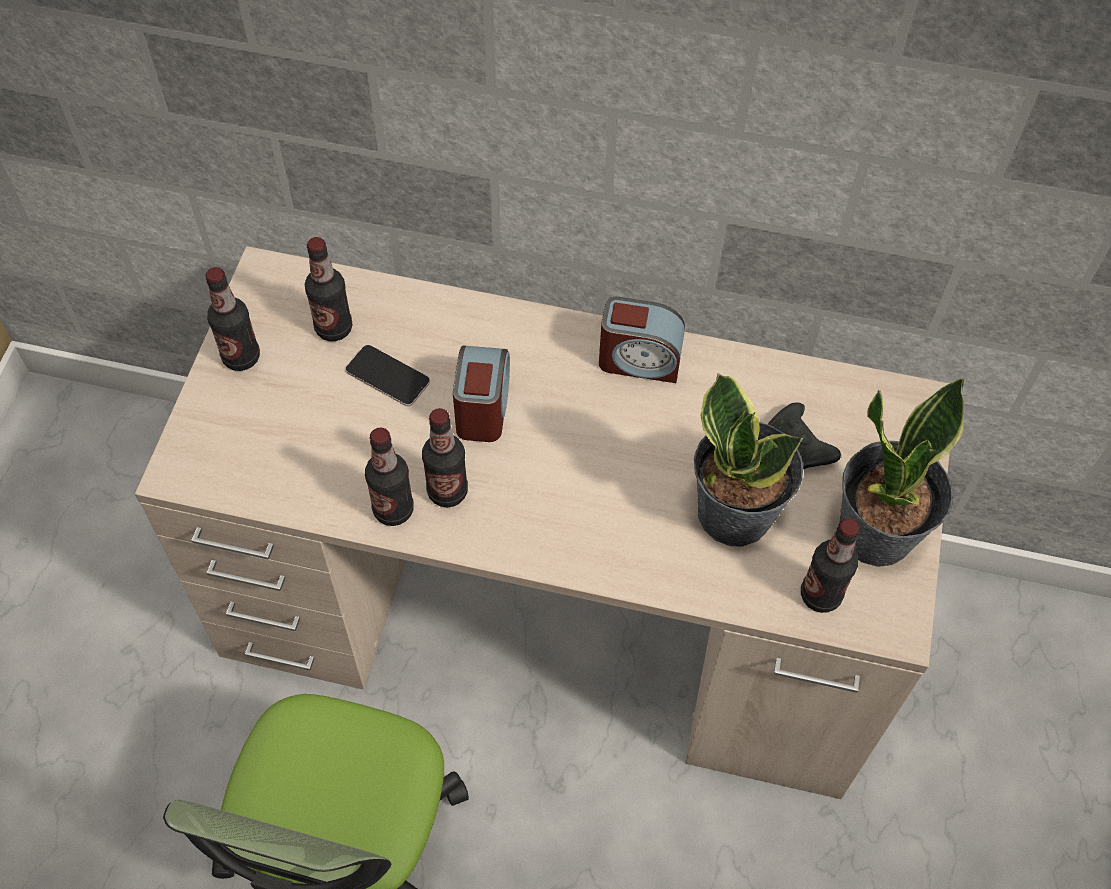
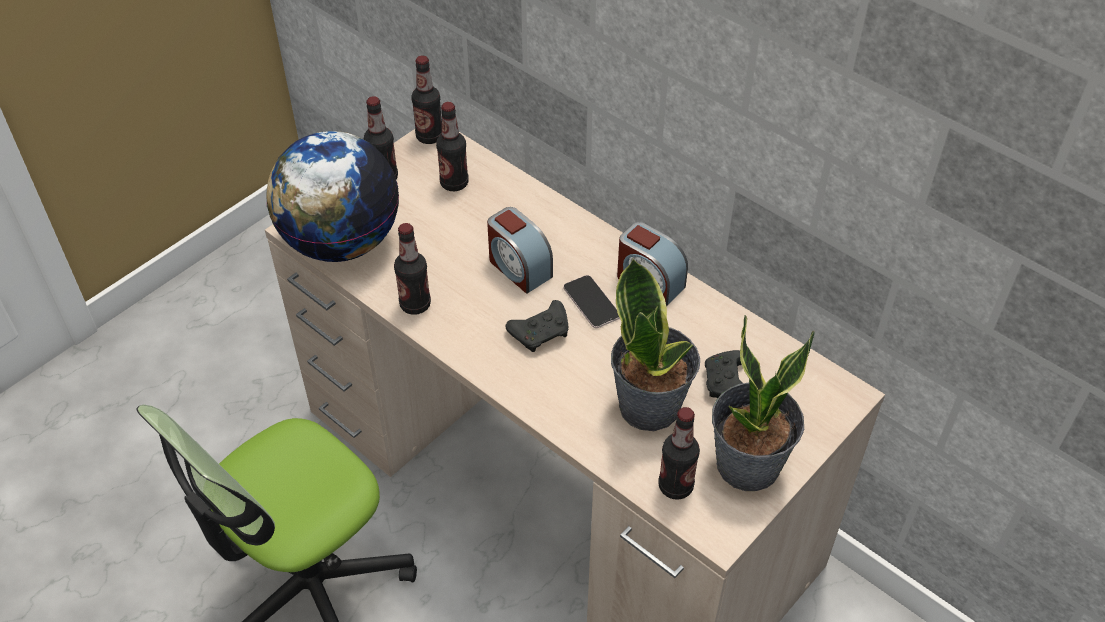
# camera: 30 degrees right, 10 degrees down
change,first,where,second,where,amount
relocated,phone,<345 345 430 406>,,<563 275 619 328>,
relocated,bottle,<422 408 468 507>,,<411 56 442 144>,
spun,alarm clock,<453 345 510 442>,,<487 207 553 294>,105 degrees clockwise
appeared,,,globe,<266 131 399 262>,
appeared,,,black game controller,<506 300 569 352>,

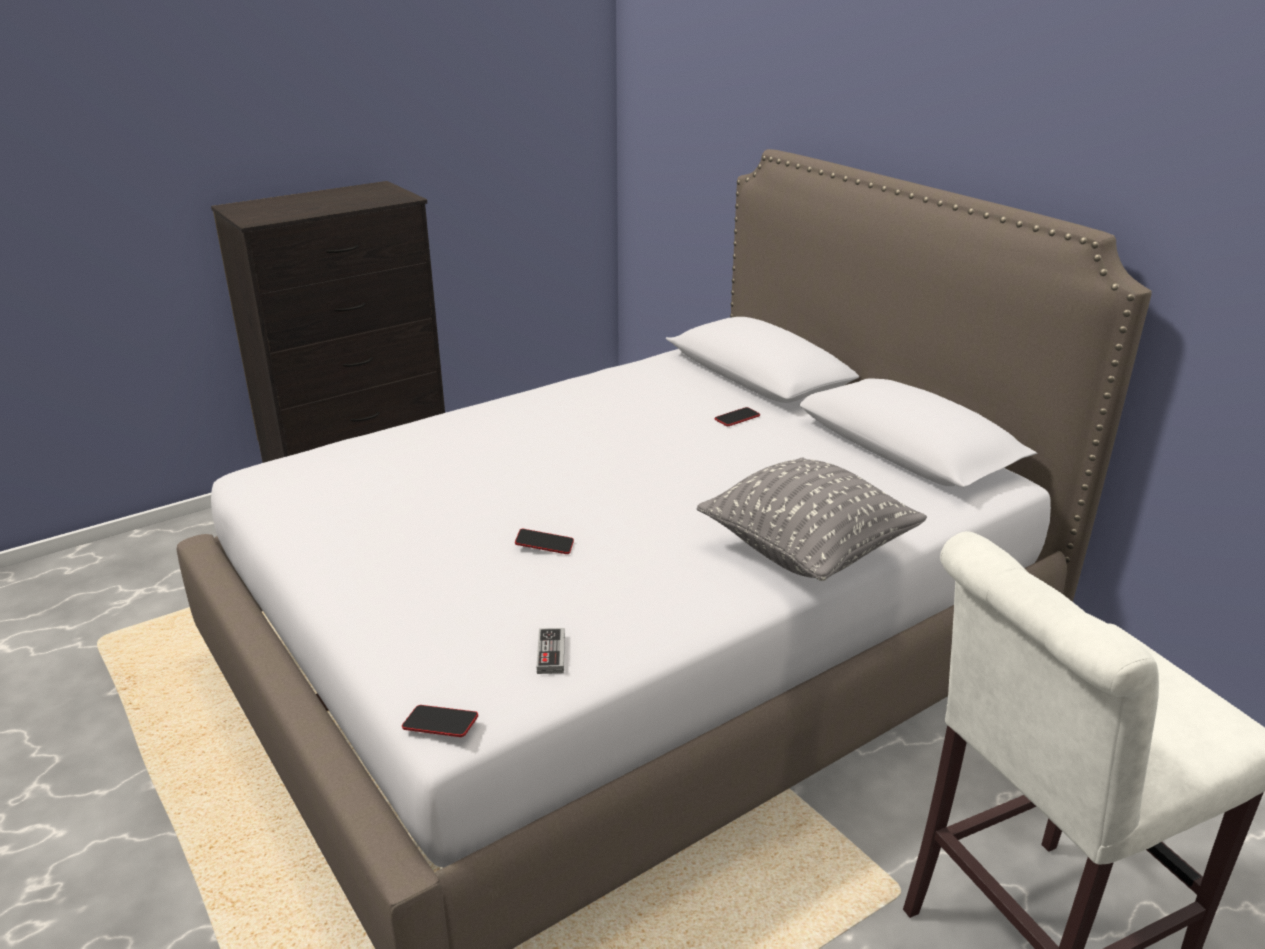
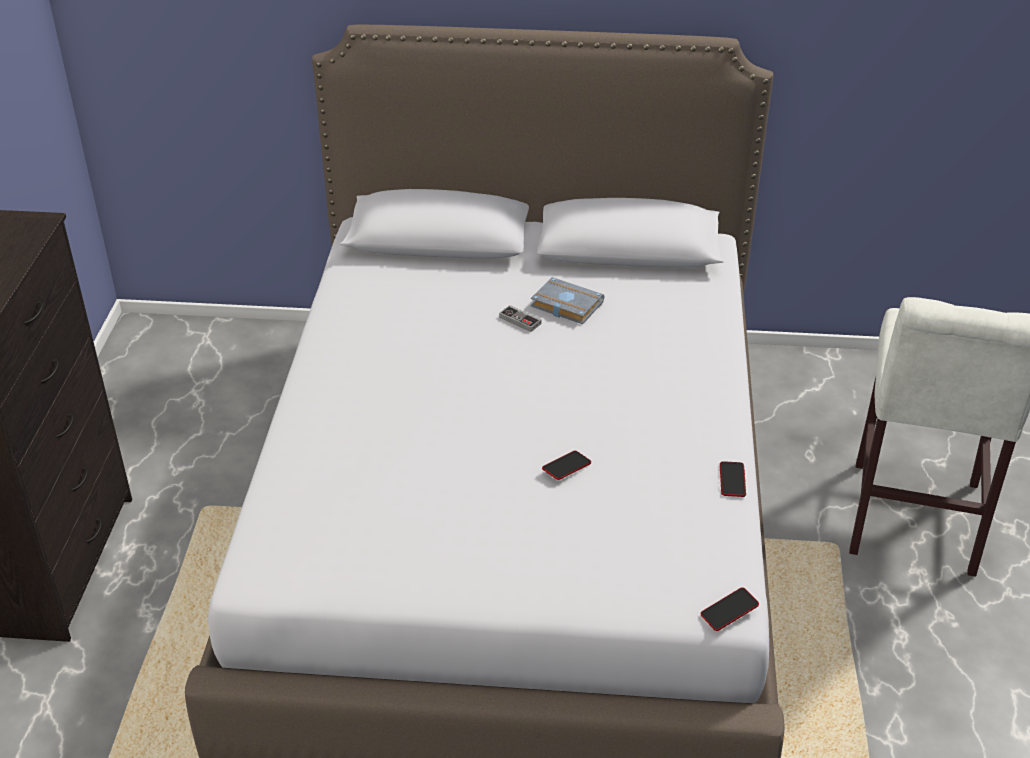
# camera: 50 degrees left, 10 degrees up
change,first,where,second,where,amount
relocated,game controller,<537 628 565 674>,,<499 305 541 332>,
missing,grey pillow,<697 458 927 581>,,,
relocated,phone,<715 407 760 426>,,<720 461 746 497>,
appeared,,,grey book,<531 277 604 324>,

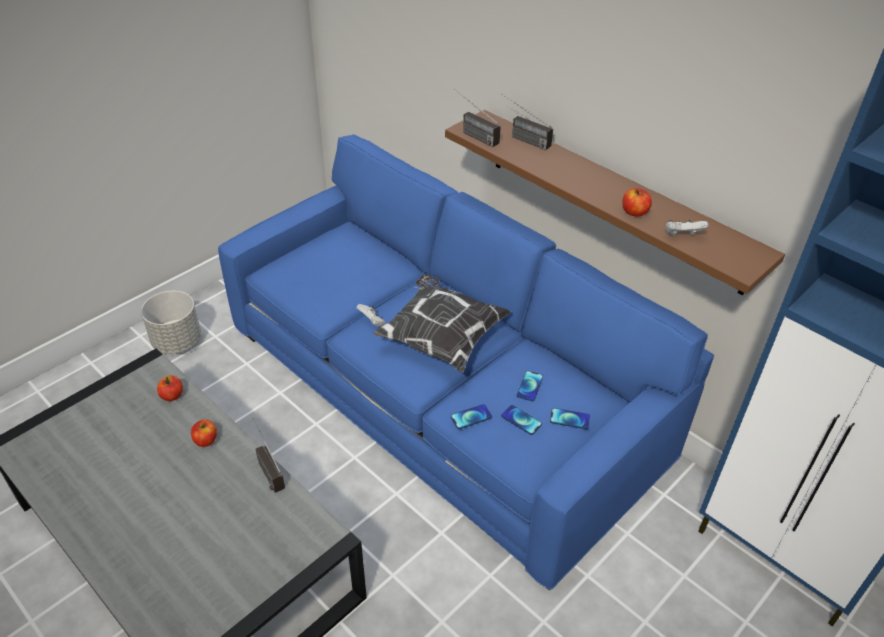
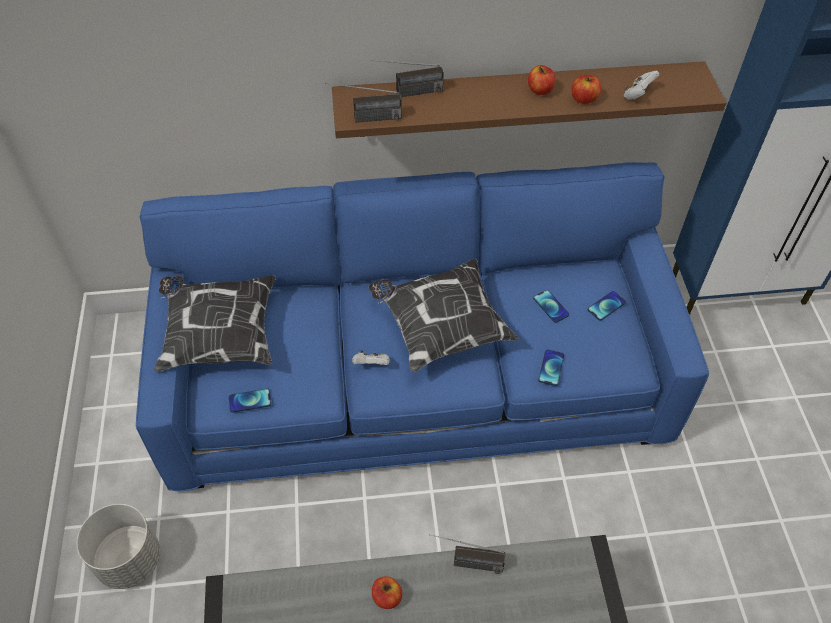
# camera: 50 degrees left, 10 degrees up
change,first,where,second,where,amount
relocated,apple,<157 375 183 401>,,<528 65 556 95>,
relocated,phone,<501 405 542 435>,,<229 388 271 413>,
appeared,,,pillow,<154 275 276 372>,

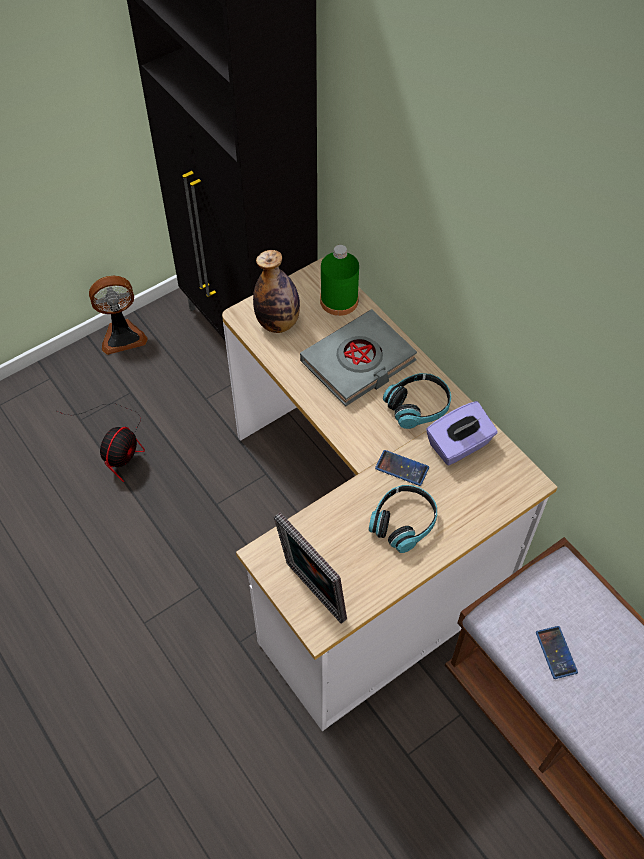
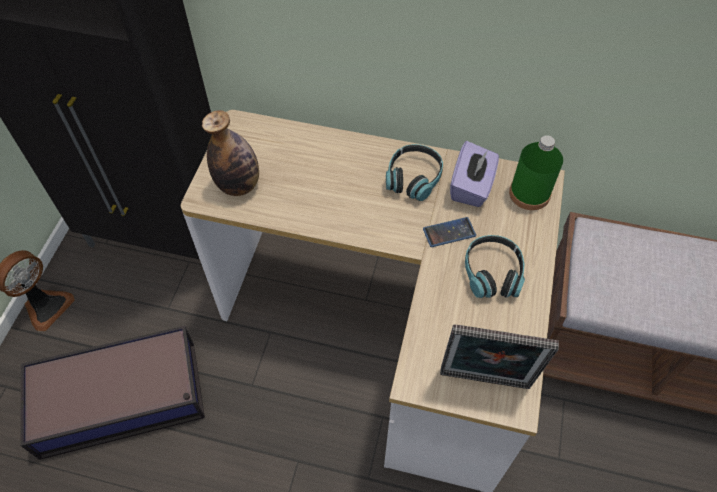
# camera: 40 degrees left, 0 degrees up
change,first,where,second,where,amount
exchanged,fan,<55 403 145 482>,storage box,<20 326 205 460>,
missing,grey book,<300 309 417 406>,,,
relocated,green bottle,<320 245 359 316>,,<509 135 563 210>,
missing,phone,<536 626 578 679>,,,

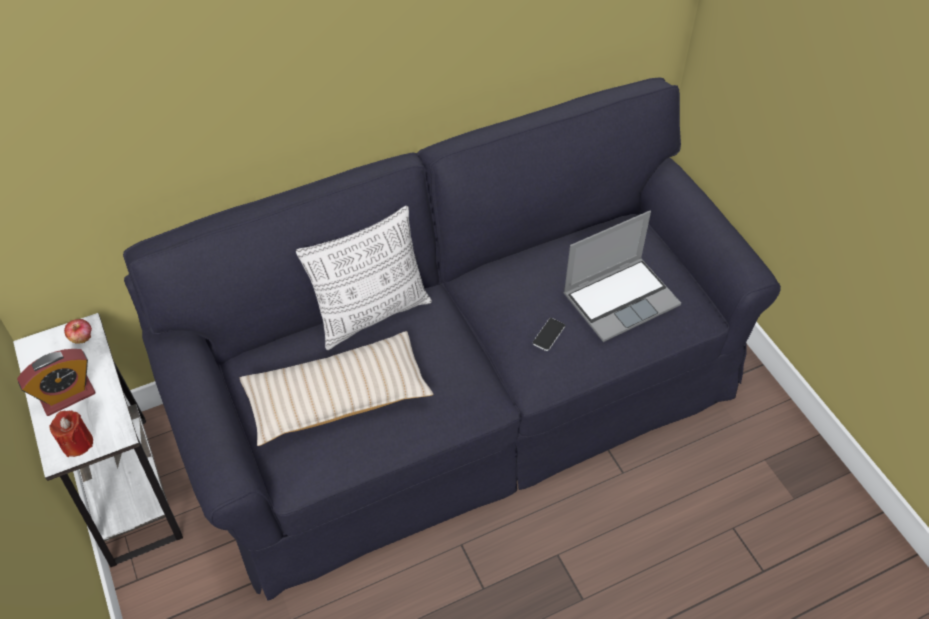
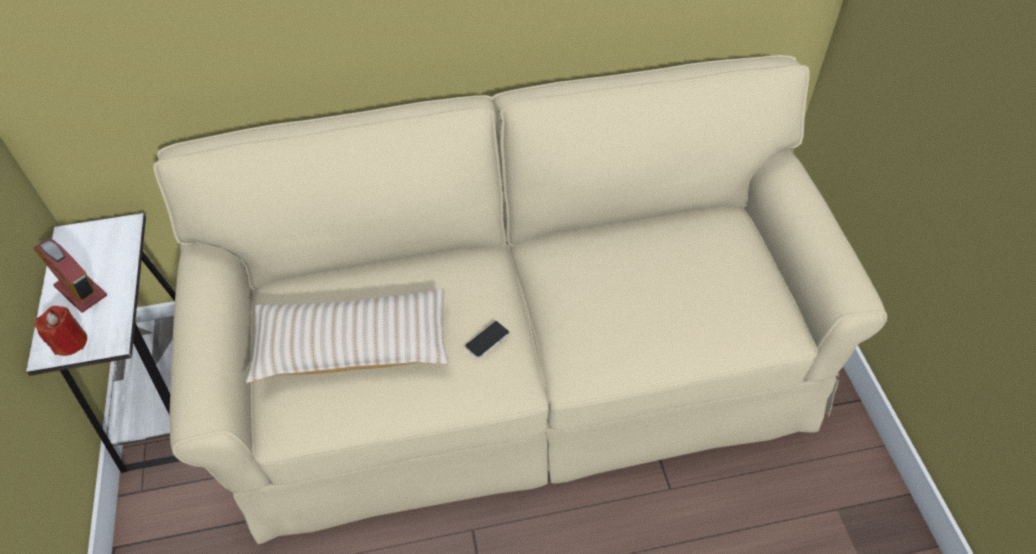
# camera: 15 degrees right, 0 degrees up
change,first,where,second,where,amount
spun,alarm clock,<17 349 96 416>,,<33 238 107 312>,60 degrees clockwise
missing,apple,<64 319 92 344>,,,
colour,black sofa,<123 77 781 601>,beige sofa,<153 55 887 544>,
missing,pillow,<296 206 432 350>,,,
relocated,phone,<533 318 565 351>,,<465 321 509 358>,
missing,laptop,<563 211 681 342>,,,

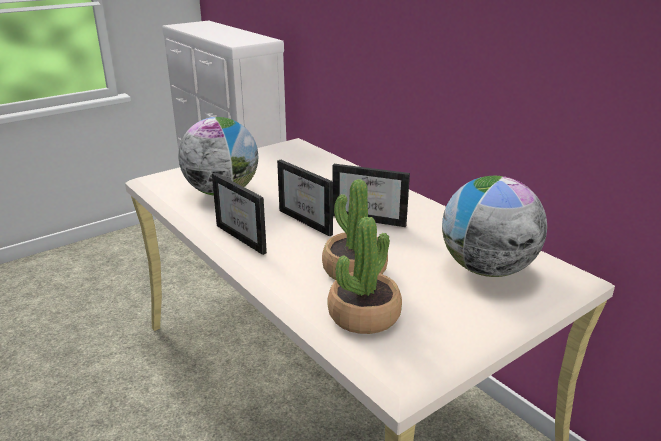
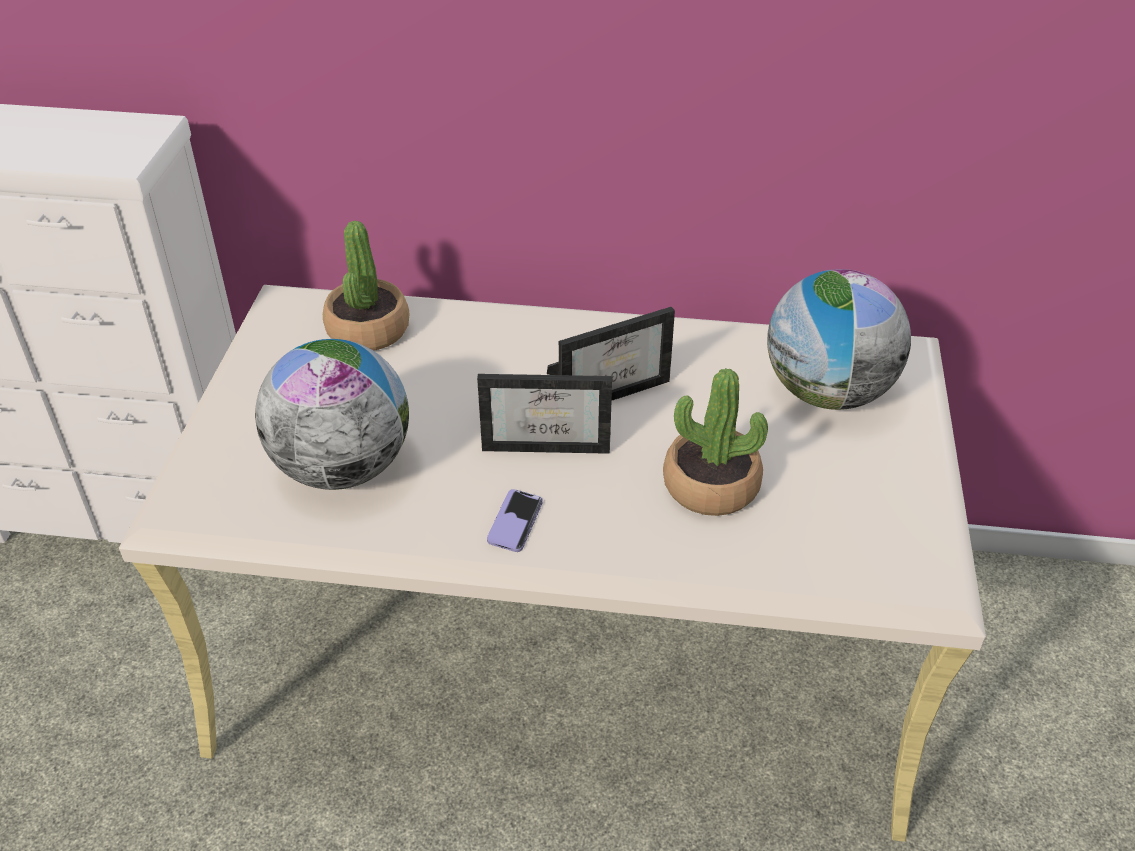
# camera: 45 degrees left, 15 degrees up
change,first,where,second,where,amount
exchanged,picture frame,<212 172 267 255>,phone,<487 489 543 552>,
relocated,potted plant,<327 217 402 334>,,<323 220 409 351>,

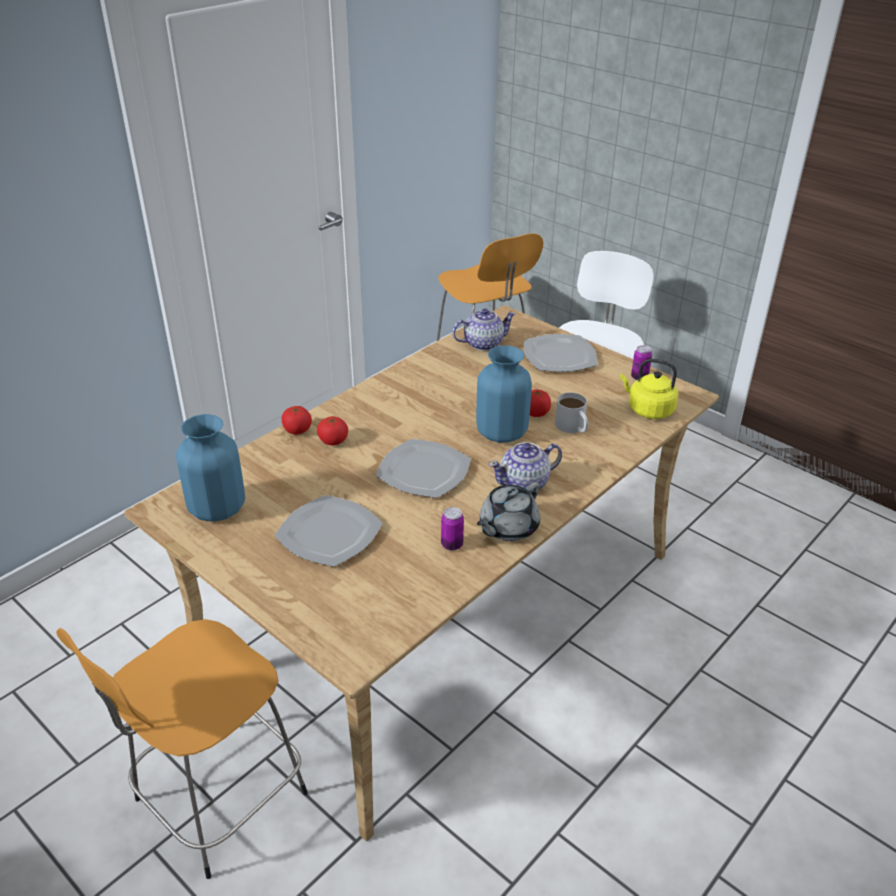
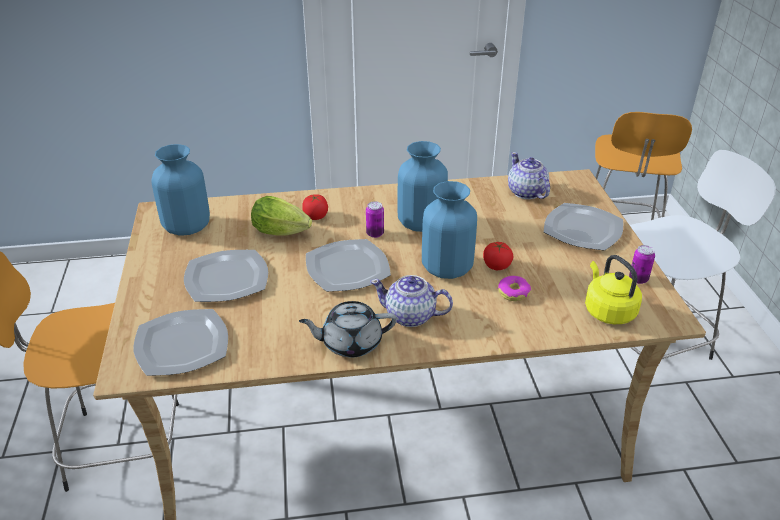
# camera: 40 degrees right, 0 degrees up
change,first,where,second,where,amount
missing,tomato,<282 406 312 435>,,,
relocated,can,<441 507 464 551>,,<366 201 384 238>,
spun,teapot,<452 309 516 351>,,<508 152 550 199>,135 degrees counterclockwise
exchanged,white mug,<555 392 588 433>,donut,<498 276 531 301>,
appeared,,,plate,<133 309 228 376>,
appeared,,,lettuce,<251 196 312 236>,
appeared,,,blue vase,<398 141 448 232>,

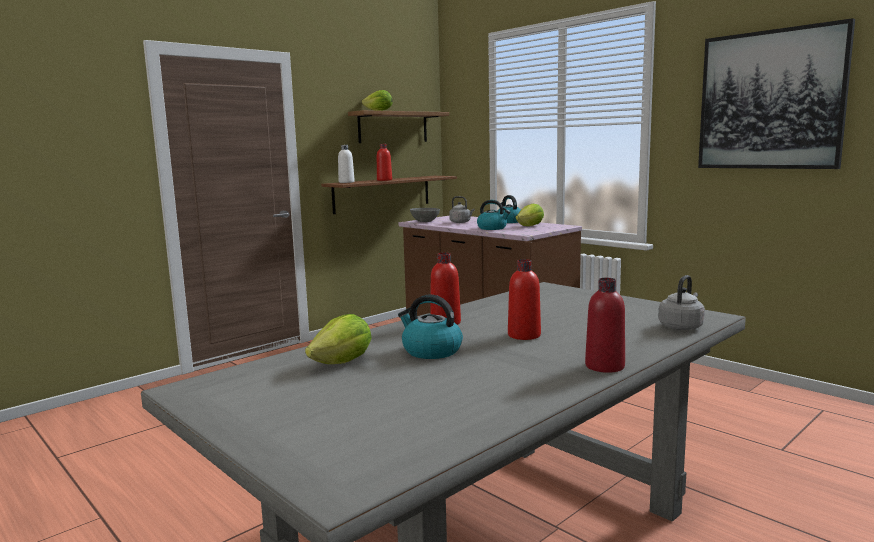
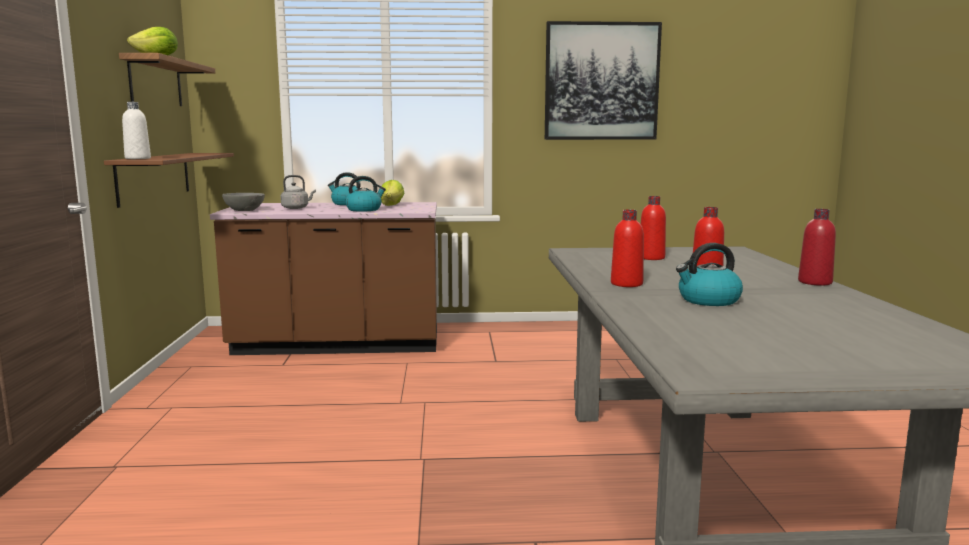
# camera: 50 degrees left, 0 degrees up
change,first,where,second,where,amount
missing,lettuce,<305 314 372 364>,,,
relocated,red bottle,<377 144 392 181>,,<641 196 666 260>,
missing,grey kettle,<658 275 705 330>,,,

